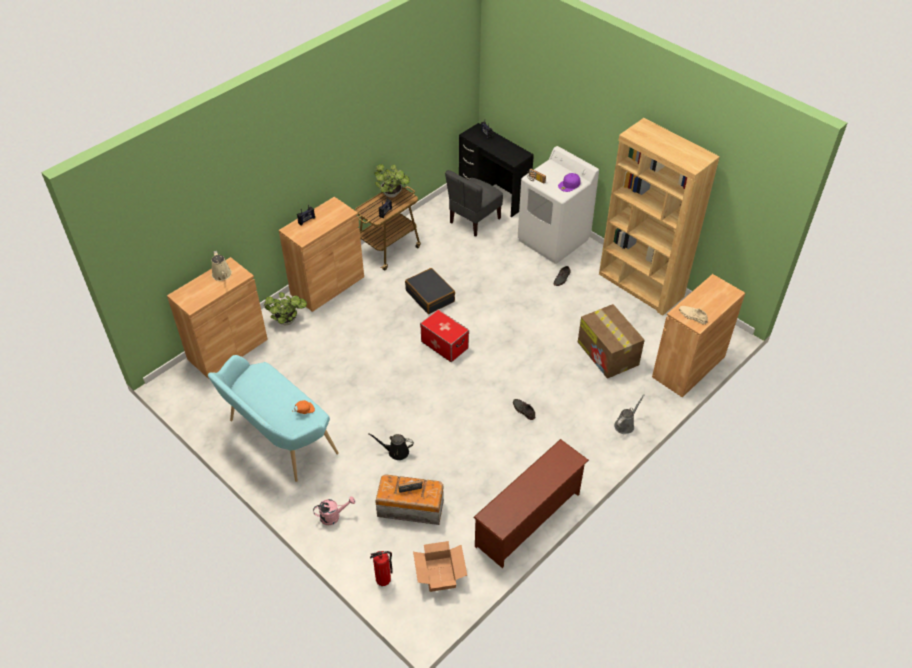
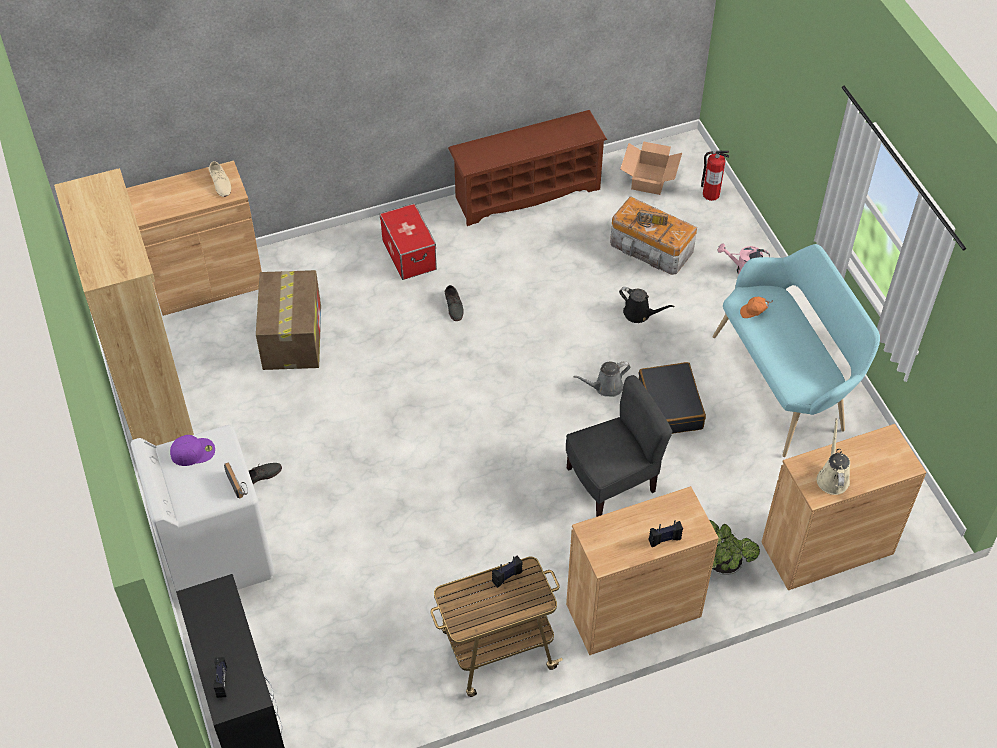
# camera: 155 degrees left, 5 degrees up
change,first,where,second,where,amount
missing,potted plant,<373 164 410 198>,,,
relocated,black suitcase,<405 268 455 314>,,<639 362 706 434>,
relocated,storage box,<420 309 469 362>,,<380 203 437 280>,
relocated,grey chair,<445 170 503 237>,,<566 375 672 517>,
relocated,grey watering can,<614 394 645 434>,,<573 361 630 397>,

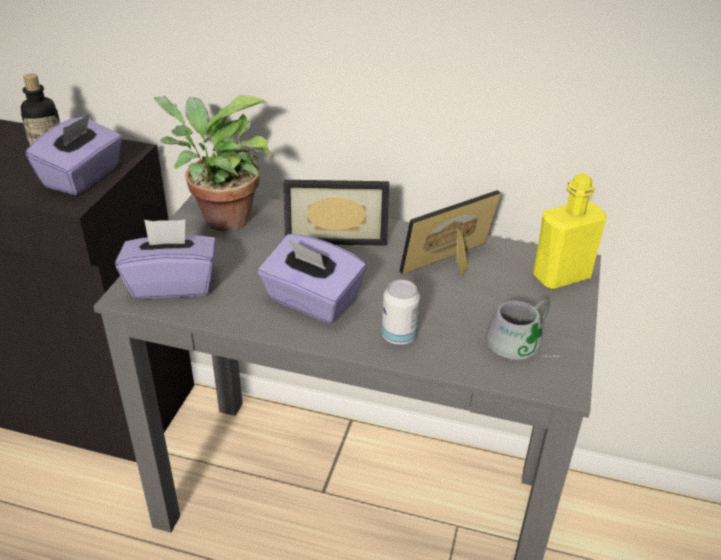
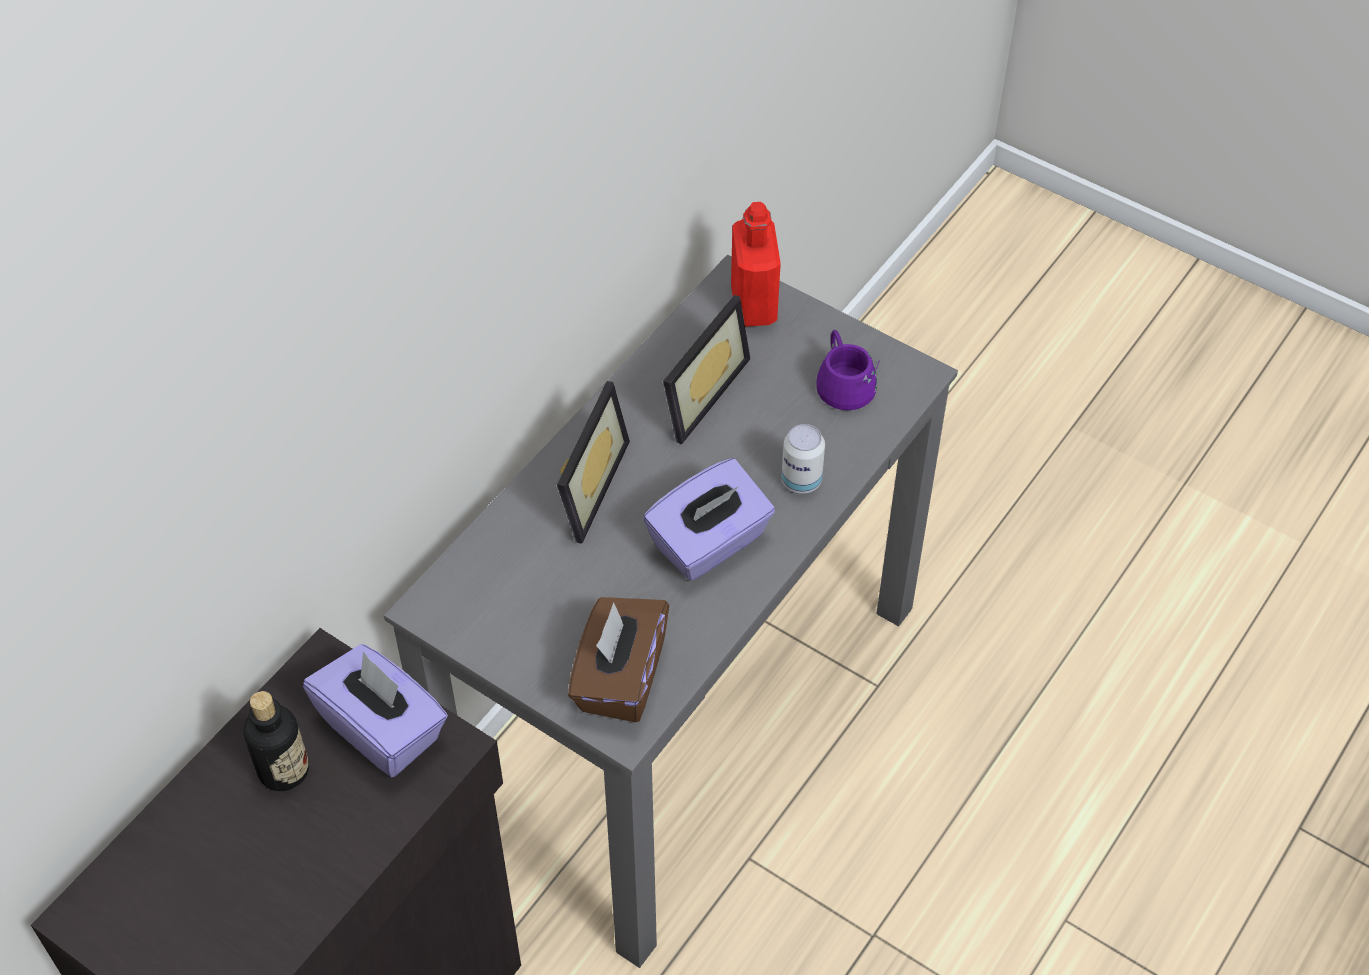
# camera: 70 degrees left, 15 degrees up
change,first,where,second,where,amount
colour,purple tissue box,<115 219 216 299>,brown tissue box,<568 597 669 722>,
missing,potted plant,<154 95 274 231>,,,
spun,picture frame,<400 190 501 275>,,<663 295 751 444>,135 degrees counterclockwise
colour,grey mug,<486 299 559 360>,purple mug,<816 330 880 410>,
colour,yellow bottle,<533 173 607 289>,red bottle,<731 202 781 327>,

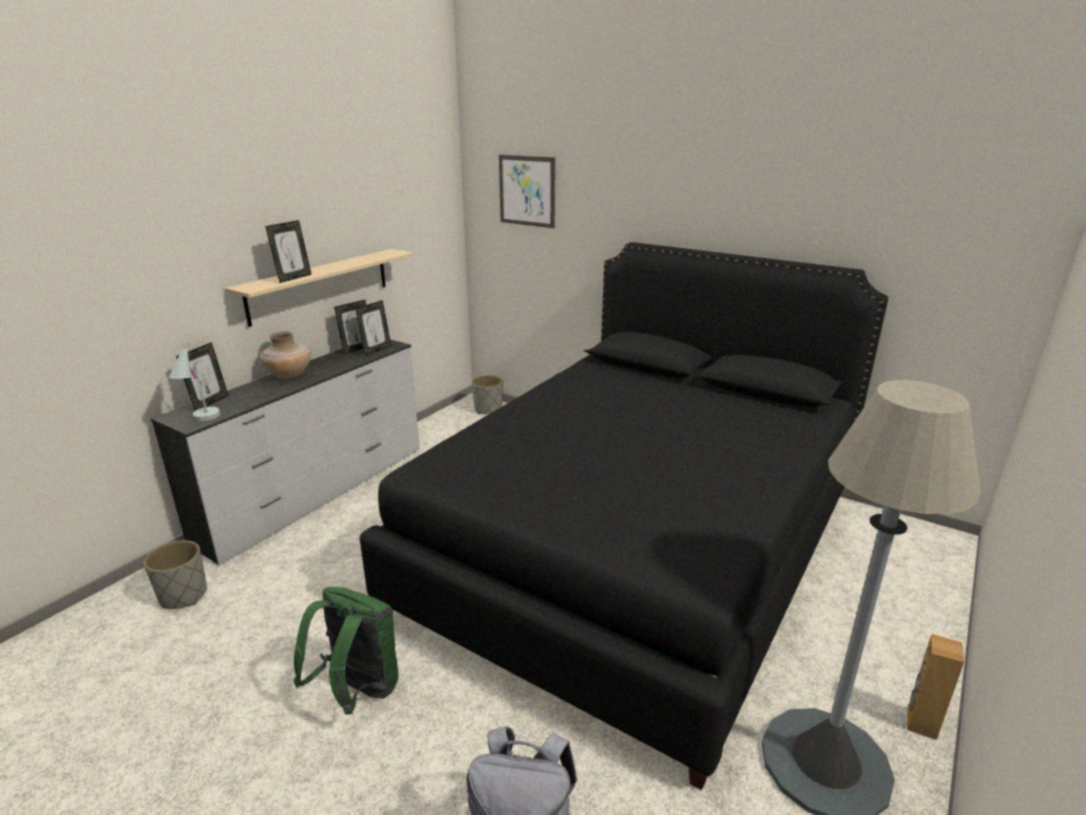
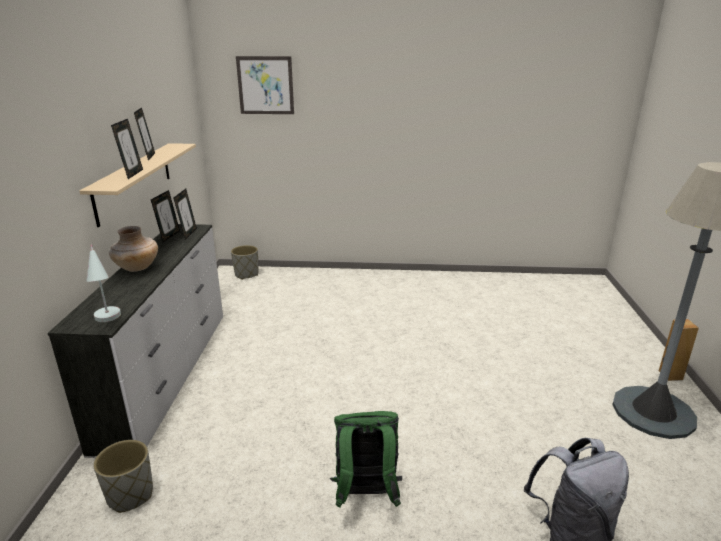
# camera: 30 degrees left, 0 degrees up
change,first,where,second,where,amount
relocated,picture frame,<176 342 229 411>,,<134 108 155 161>,
missing,black bed,<360 242 888 790>,,,

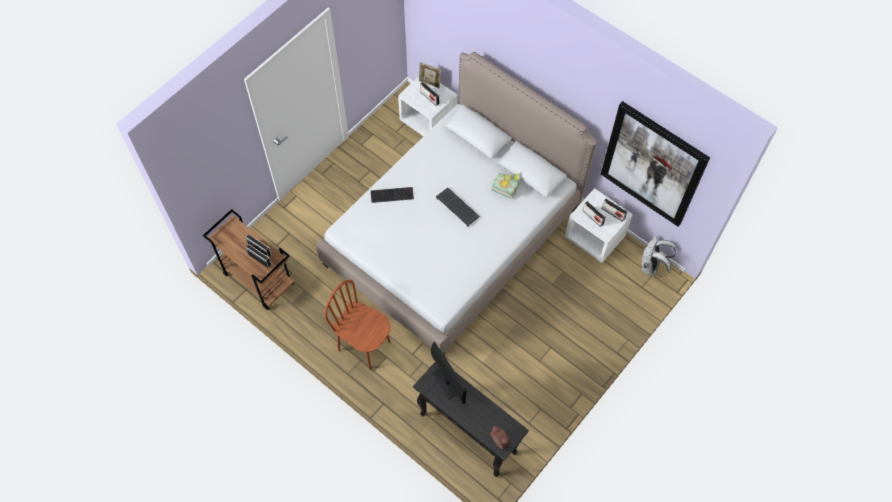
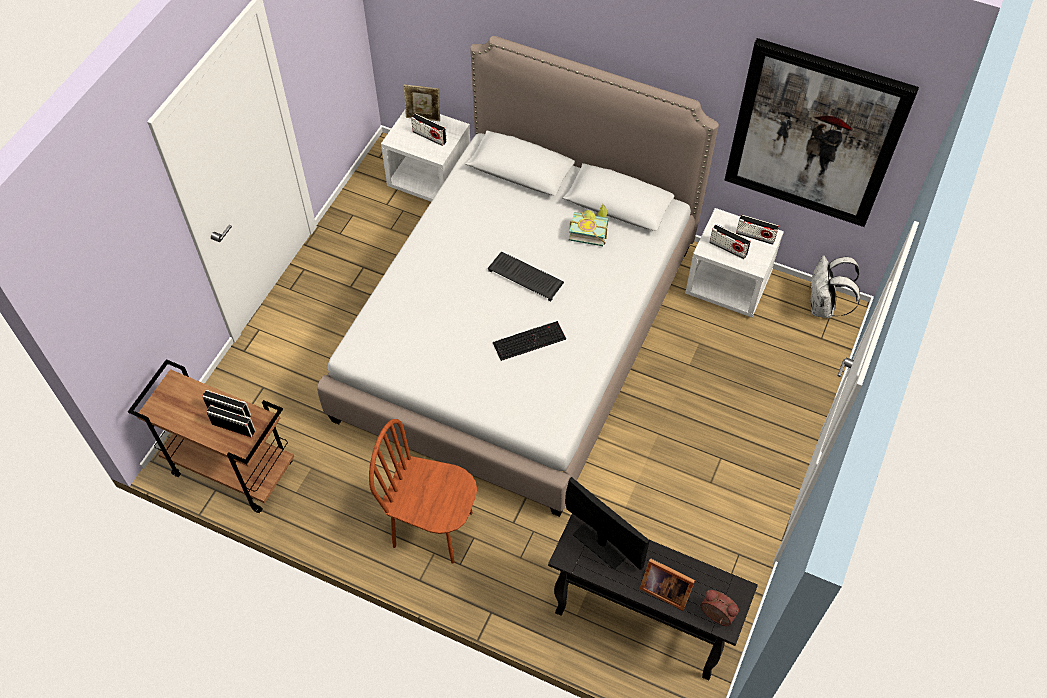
# camera: 15 degrees left, 5 degrees down
change,first,where,second,where,amount
relocated,keyboard,<371 187 414 203>,,<493 321 566 361>,
appeared,,,picture frame,<640 558 695 611>,

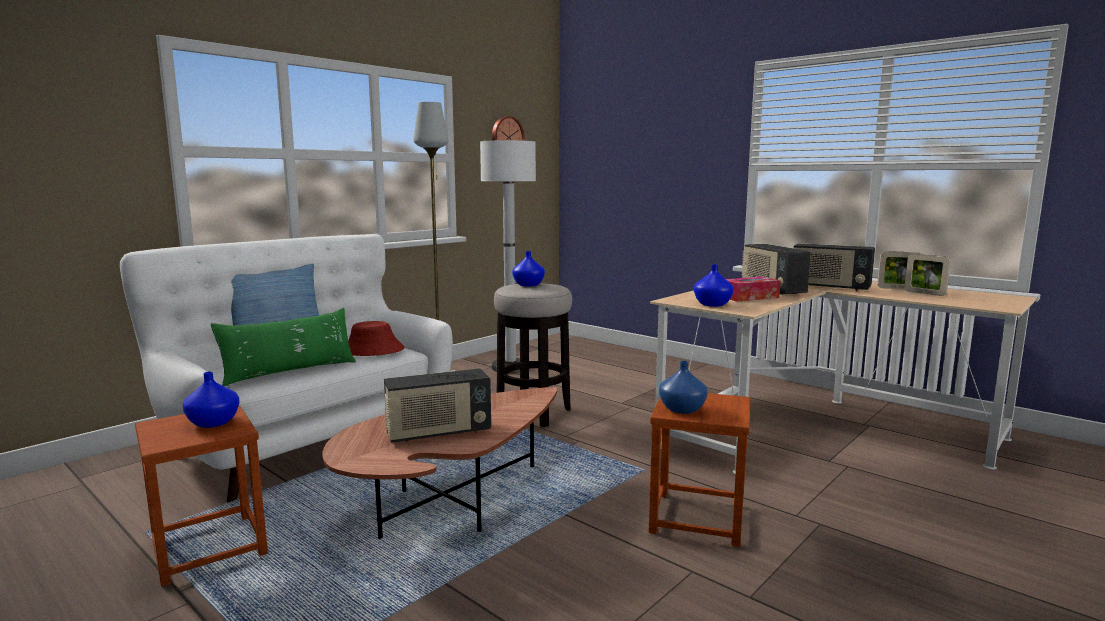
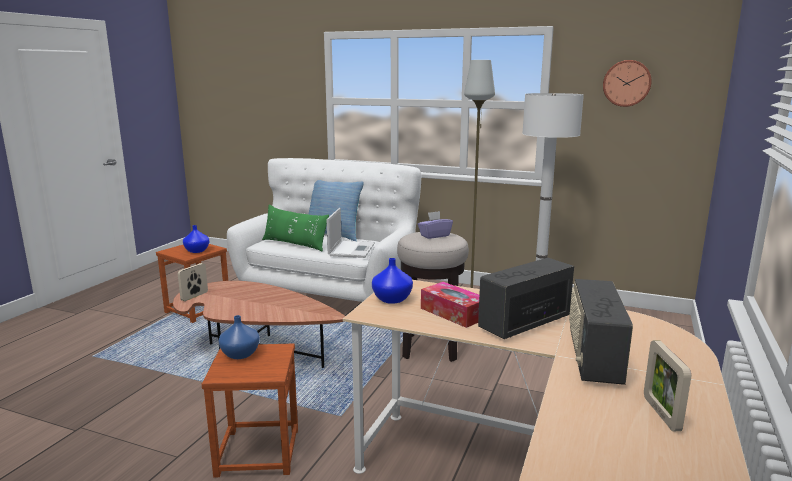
# camera: 70 degrees right, 5 degrees up
change,first,where,second,where,amount
exchanged,red hat,<348 321 405 356>,laptop,<327 208 375 258>,
missing,radio,<384 369 491 443>,,,
exchanged,blue vase,<512 251 545 287>,purple tissue box,<418 211 453 239>,
relocated,picture frame,<905 254 951 296>,,<178 263 208 301>,

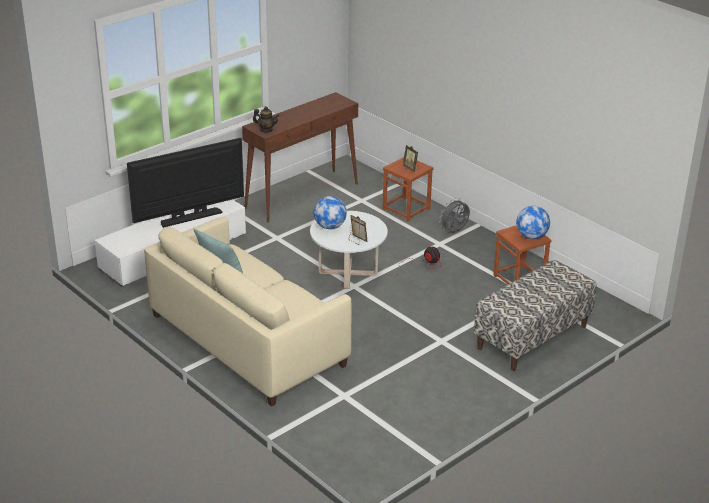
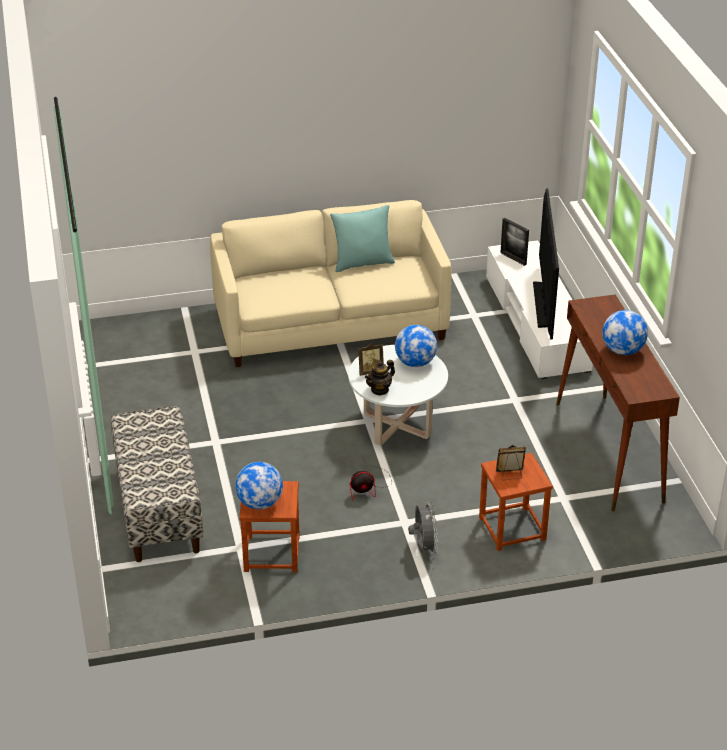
# camera: 120 degrees right, 5 degrees up
change,first,where,second,where,amount
relocated,teapot,<253 106 279 132>,,<365 360 395 396>,
appeared,,,picture frame,<500 218 529 266>,
appeared,,,globe,<602 310 648 355>,

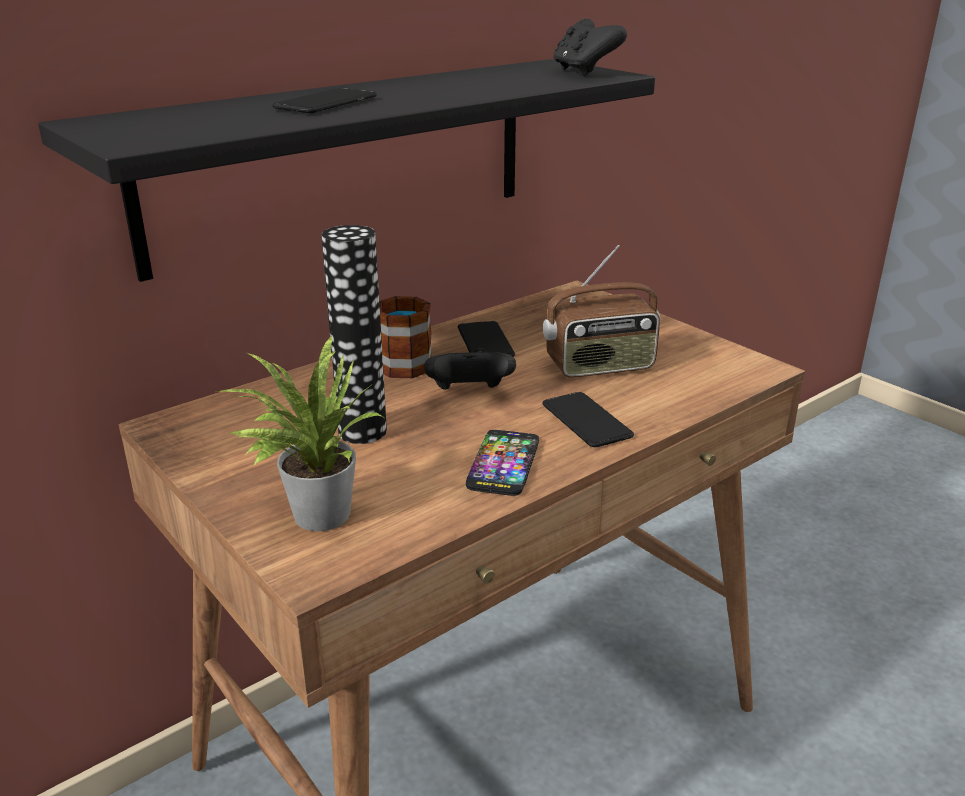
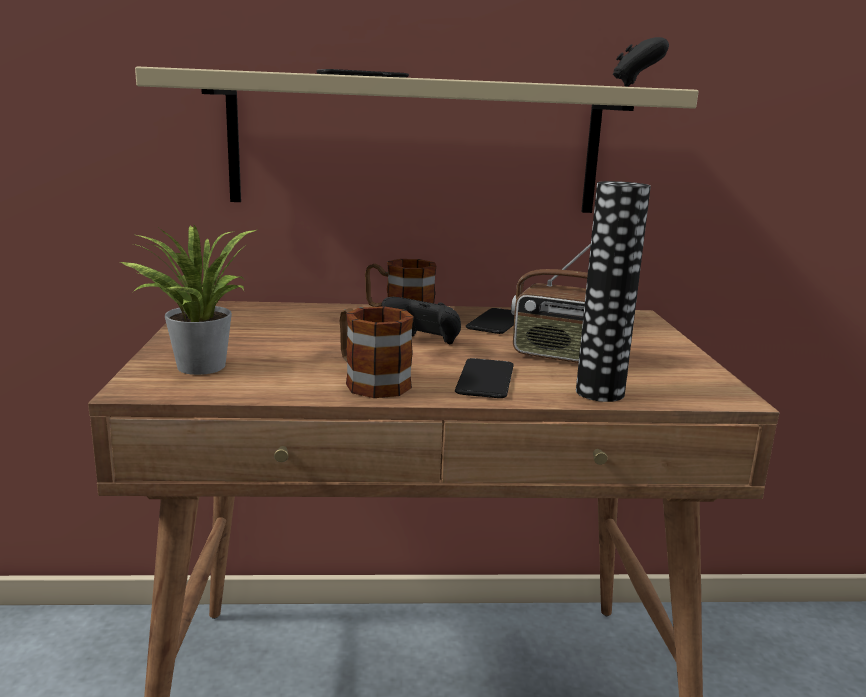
# camera: 35 degrees right, 10 degrees down
change,first,where,second,where,amount
colour,black shelf,<38 59 655 282>,beige shelf,<135 66 699 213>,
relocated,vase,<321 225 387 444>,,<576 181 651 402>,
exchanged,phone,<466 430 539 496>,mug,<340 306 414 398>,

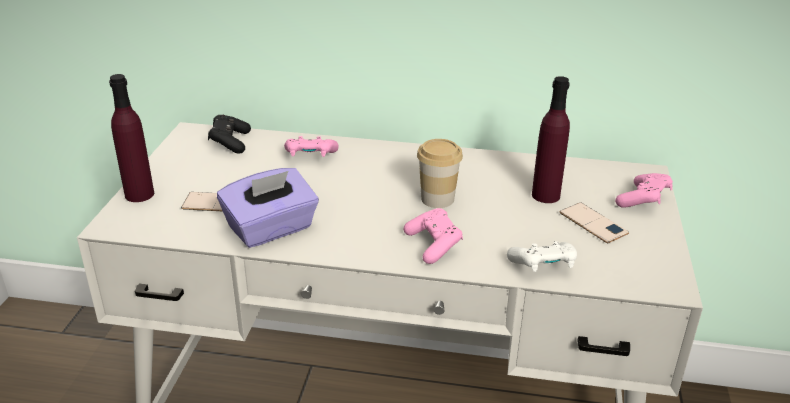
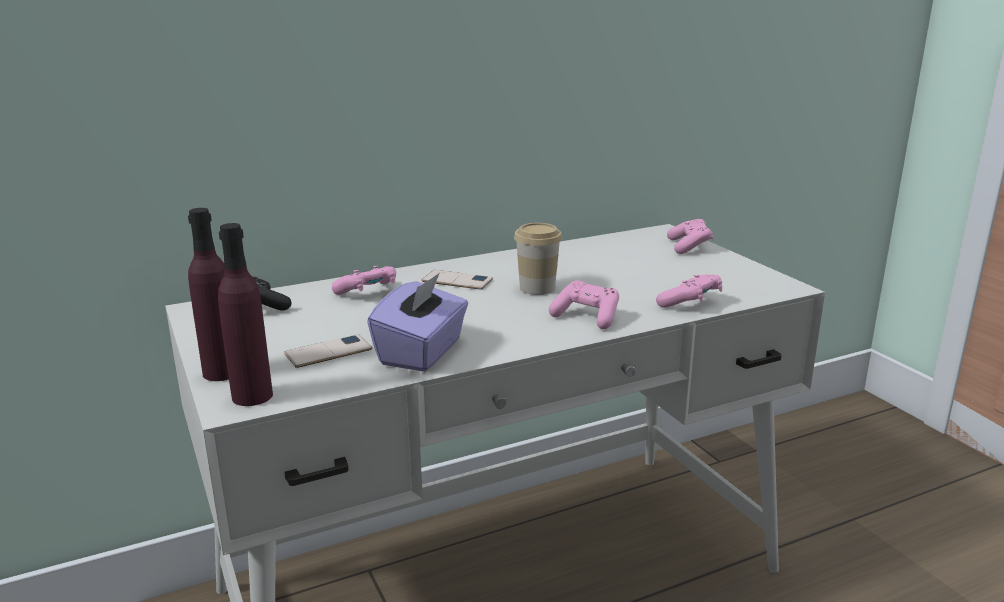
# camera: 35 degrees left, 10 degrees down
change,first,where,second,where,amount
colour,white game controller,<507 241 577 272>,pink game controller,<656 274 722 308>,
relocated,purple bottle,<532 76 570 203>,,<218 223 273 406>,
relocated,phone,<560 202 629 243>,,<421 270 493 290>,

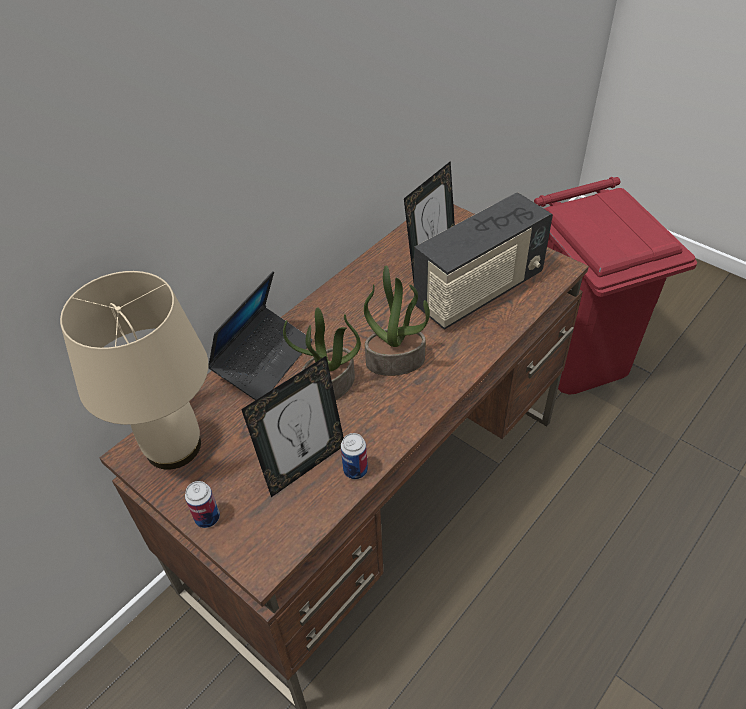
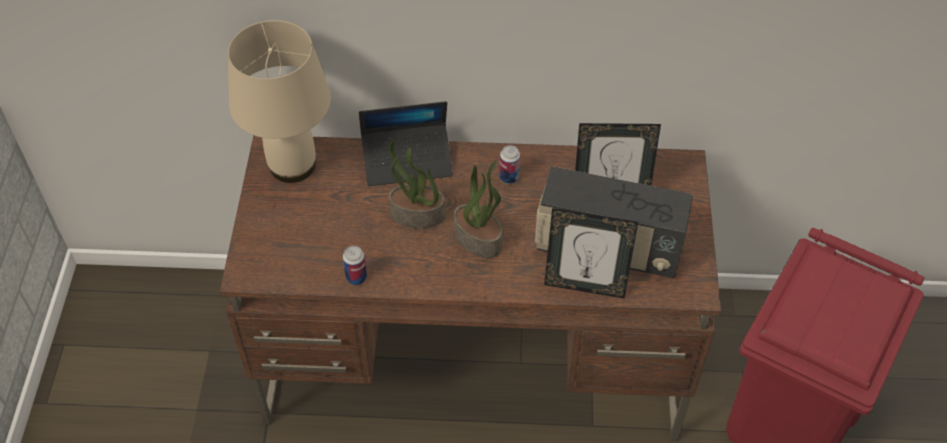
# camera: 50 degrees right, 5 degrees up
change,first,where,second,where,amount
relocated,can,<185 481 220 528>,,<499 145 520 184>,
relocated,picture frame,<241 356 344 497>,,<544 208 638 298>,

